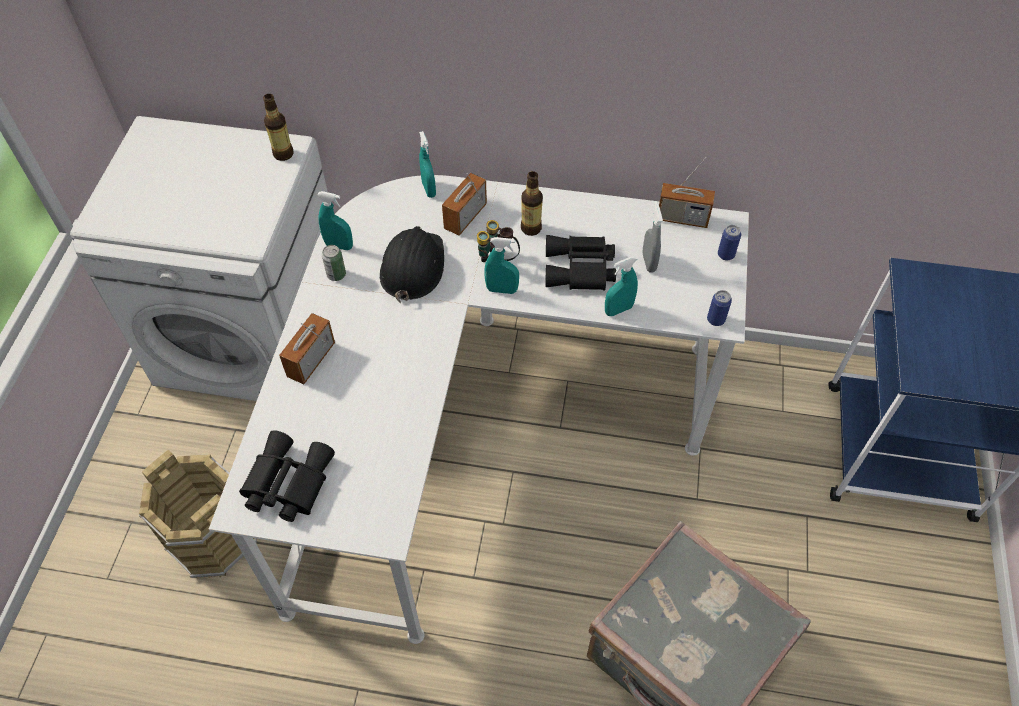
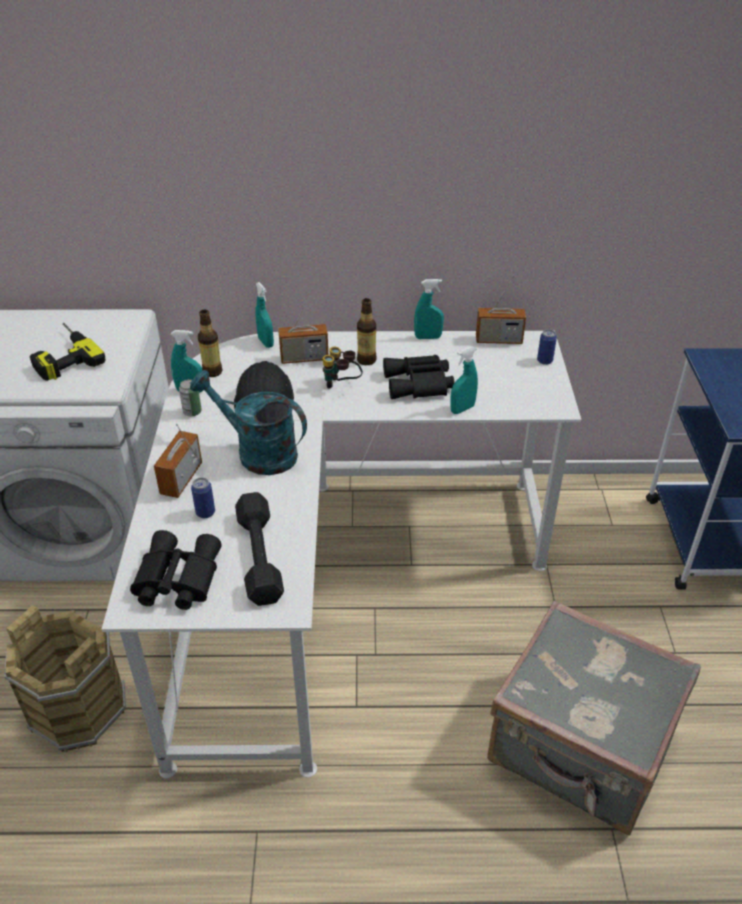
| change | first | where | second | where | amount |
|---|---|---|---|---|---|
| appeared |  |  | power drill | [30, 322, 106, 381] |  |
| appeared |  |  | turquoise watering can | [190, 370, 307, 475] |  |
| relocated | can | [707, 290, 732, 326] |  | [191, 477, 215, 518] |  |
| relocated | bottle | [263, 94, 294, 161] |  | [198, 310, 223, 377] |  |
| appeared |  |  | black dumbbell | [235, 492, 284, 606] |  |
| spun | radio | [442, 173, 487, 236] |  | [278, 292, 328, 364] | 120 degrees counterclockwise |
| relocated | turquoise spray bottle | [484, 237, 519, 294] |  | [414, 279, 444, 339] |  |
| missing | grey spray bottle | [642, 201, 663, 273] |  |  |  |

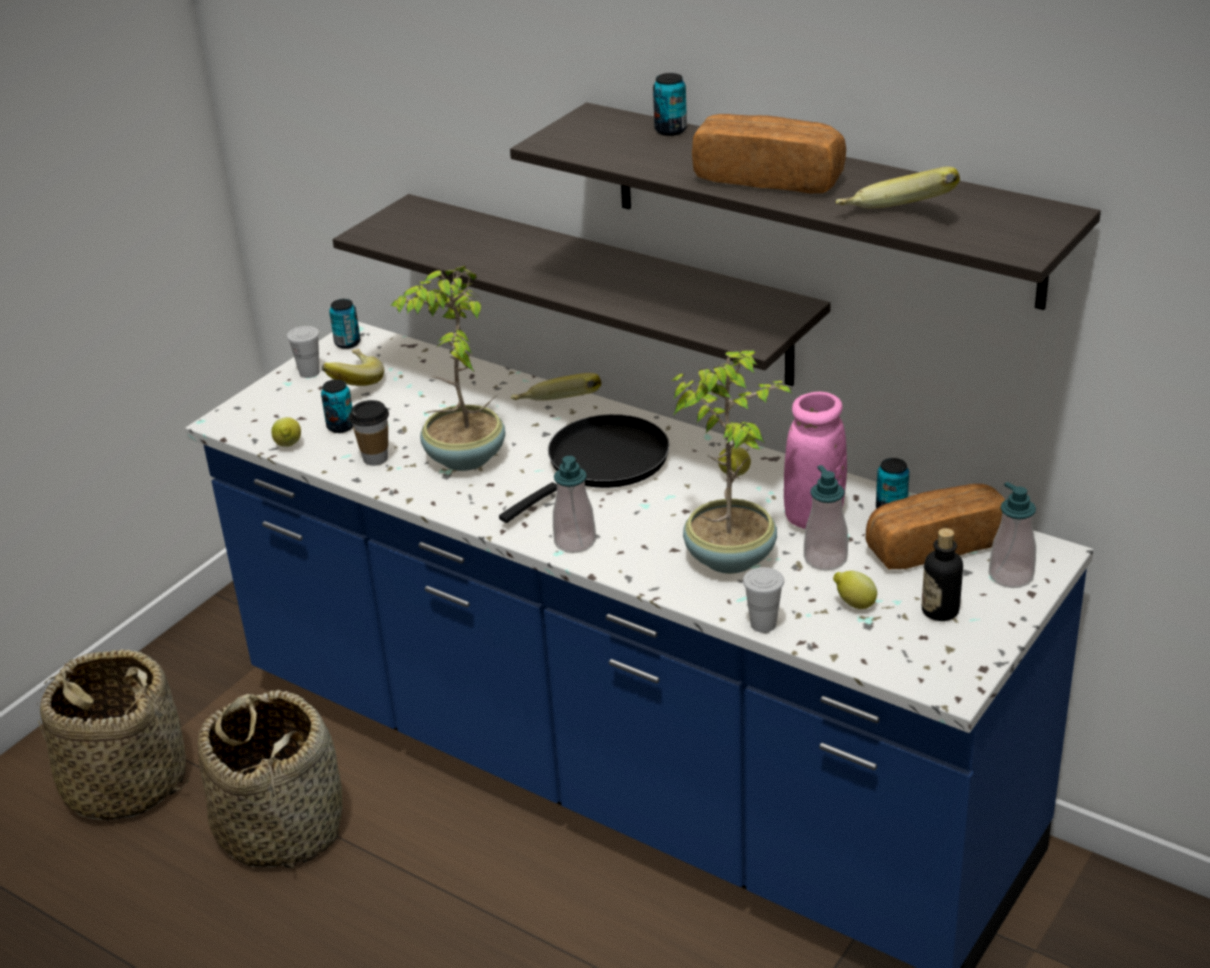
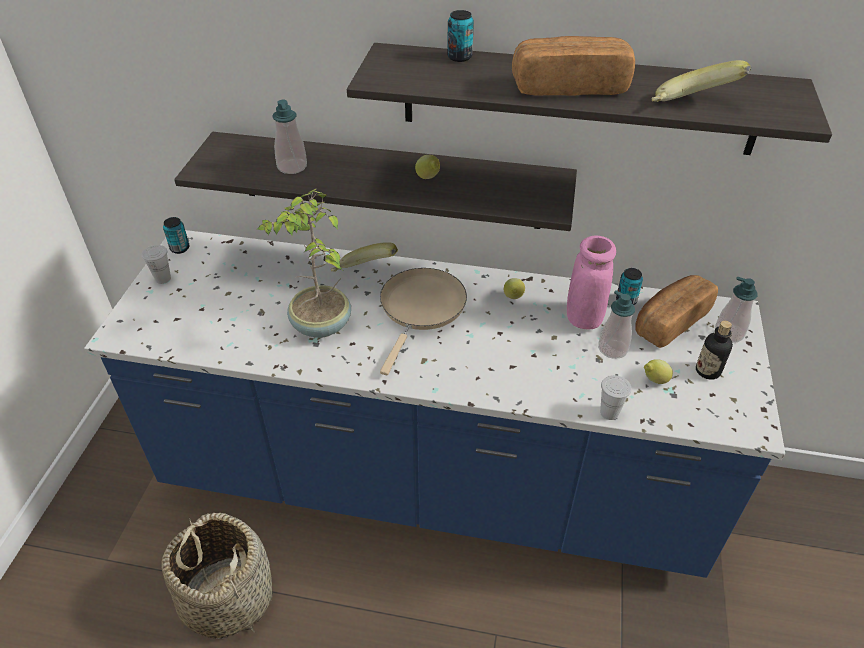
| change | first | where | second | where | amount |
|---|---|---|---|---|---|
| relocated | soap dispenser | [553, 456, 596, 553] |  | [272, 100, 307, 174] |  |
| colour | black frying pan | [499, 414, 670, 523] | beige frying pan | [380, 268, 467, 375] |  |
| relocated | lemon | [271, 417, 301, 447] |  | [415, 155, 440, 179] |  |
| missing | basket | [37, 649, 189, 821] |  |  |  |
| missing | banana | [321, 349, 384, 386] |  |  |  |
| missing | can | [321, 379, 353, 433] |  |  |  |
| missing | cup | [349, 400, 389, 466] |  |  |  |
| missing | potted plant | [670, 350, 795, 574] |  |  |  |

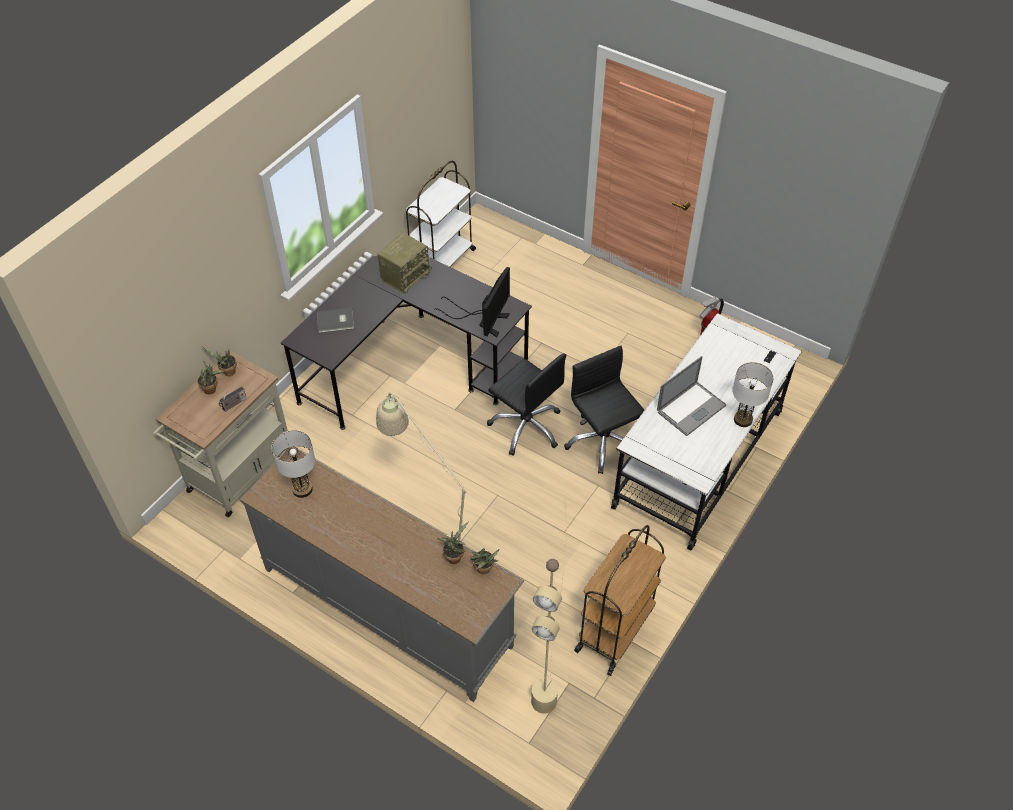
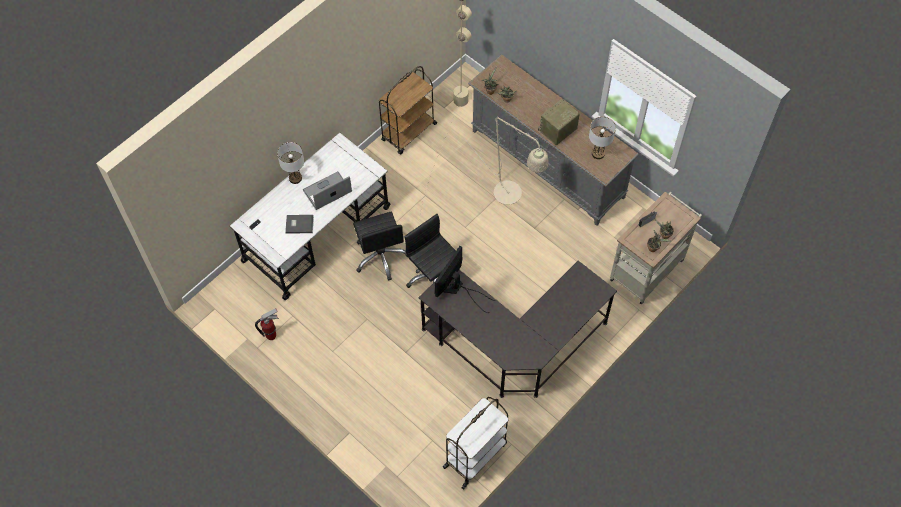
| change | first | where | second | where | amount |
|---|---|---|---|---|---|
| relocated | grey book | [317, 307, 354, 333] |  | [285, 215, 314, 233] |  |
| relocated | radio | [378, 233, 432, 294] |  | [538, 99, 580, 146] |  |

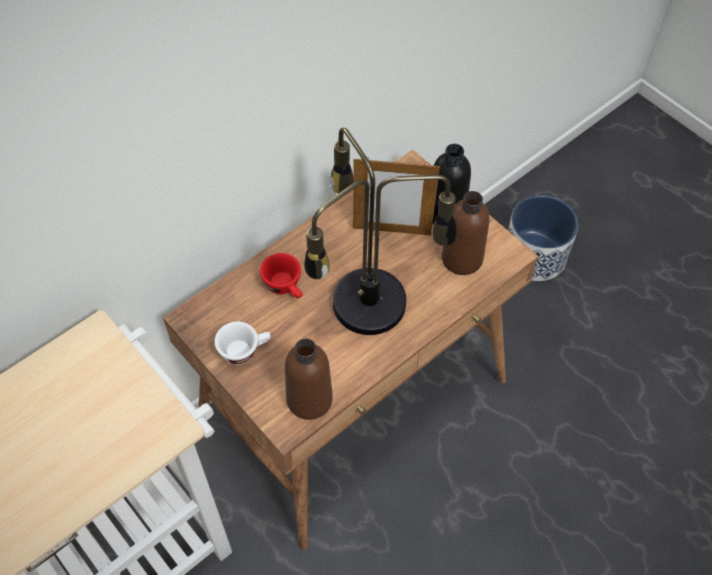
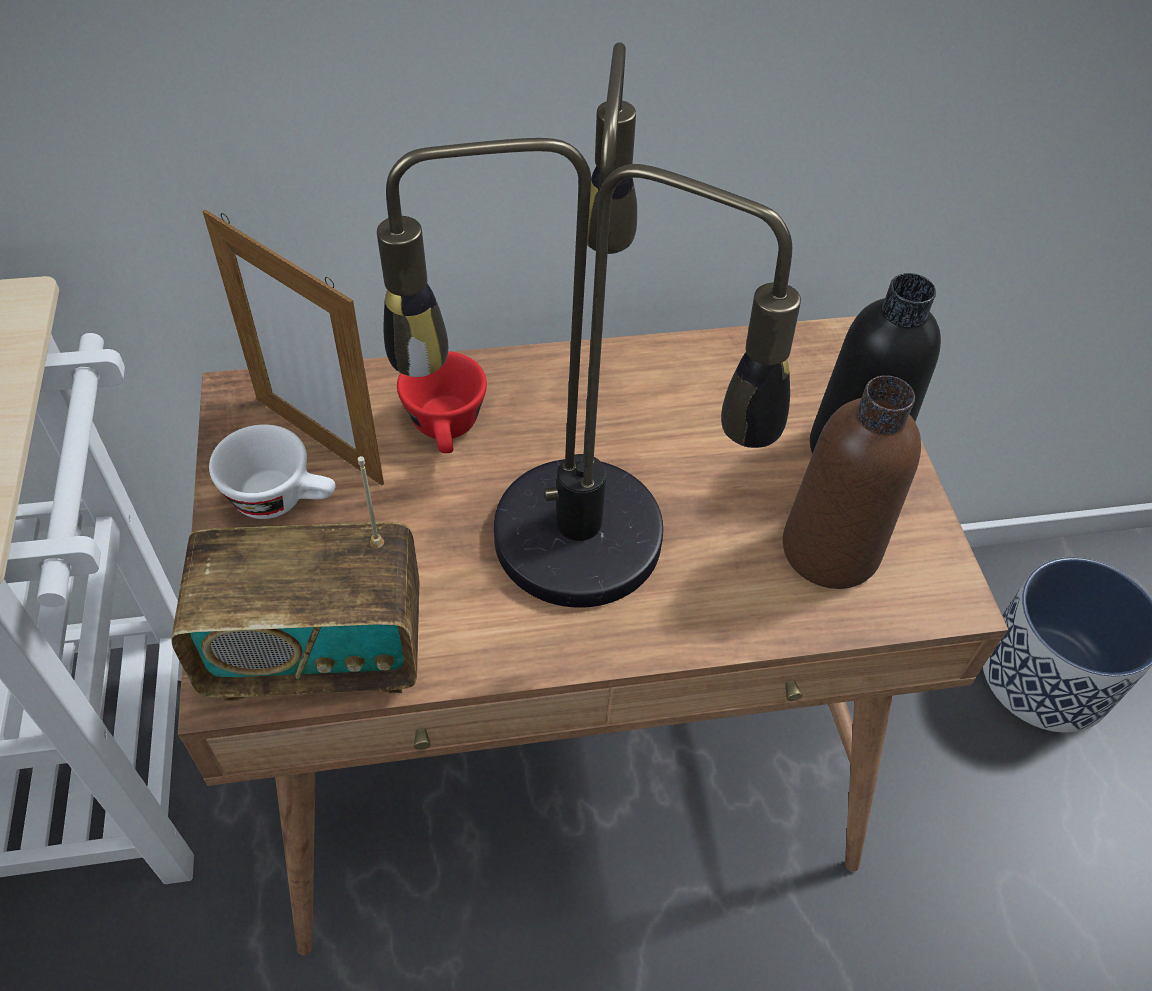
| change | first | where | second | where | amount |
|---|---|---|---|---|---|
| exchanged | brown bottle | [285, 339, 333, 420] | radio | [171, 456, 419, 701] |  |
| relocated | picture frame | [353, 157, 440, 235] |  | [203, 210, 384, 485] |  |

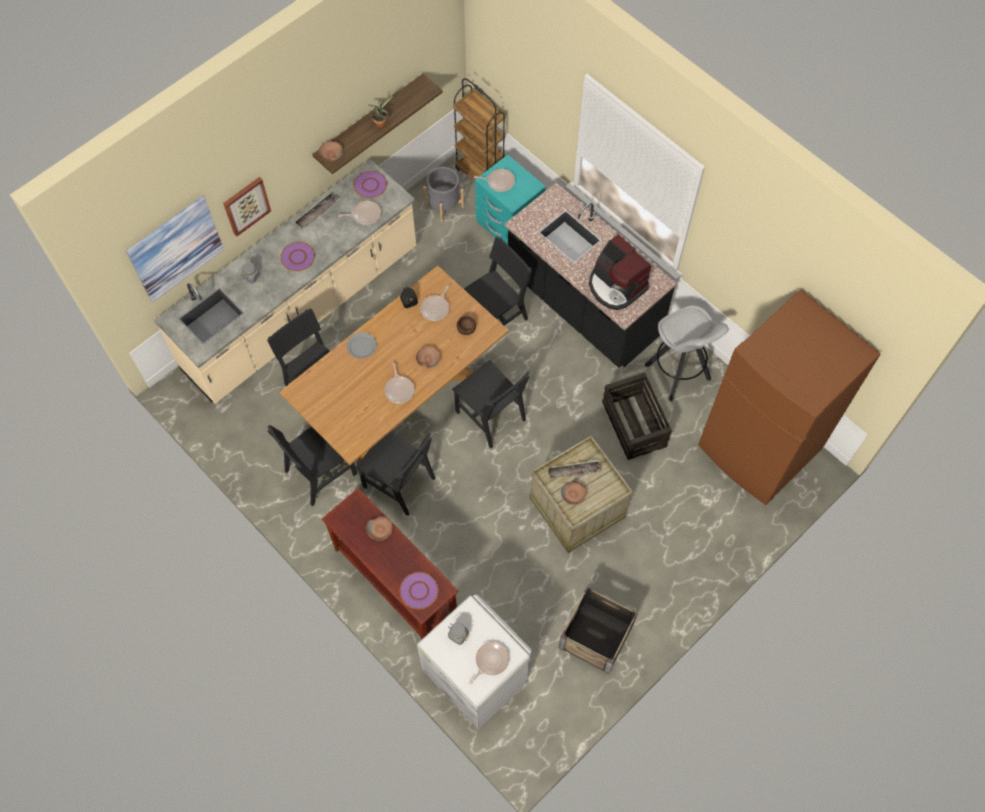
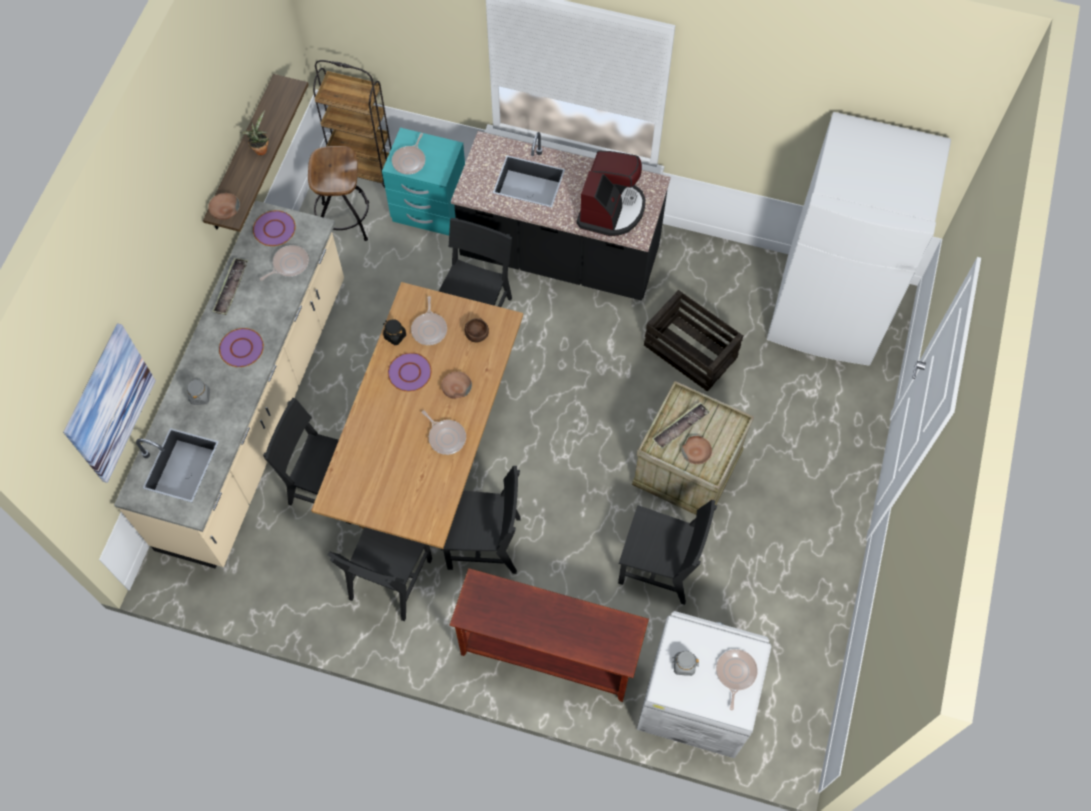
| change | first | where | second | where | amount |
|---|---|---|---|---|---|
| exchanged | grey planter | [423, 167, 464, 222] | brown stool | [308, 146, 369, 241] |  |
| relocated | purple plate | [400, 572, 438, 609] |  | [388, 352, 432, 392] |  |
| spun | frying pan | [474, 169, 515, 192] |  | [392, 133, 425, 175] | 135 degrees clockwise |
| spun | coffee machine | [589, 234, 651, 310] |  | [577, 151, 645, 236] | 90 degrees counterclockwise |
| relocated | black chair | [452, 359, 530, 448] |  | [618, 500, 717, 605] |  |
| colour | brown fridge | [698, 290, 880, 505] | white fridge | [767, 112, 951, 366] |  |
| missing | picture | [223, 177, 271, 237] |  |  |  |
| missing | grey plate | [347, 332, 377, 359] |  |  |  |
| missing | brown bowl | [366, 516, 393, 541] |  |  |  |
| missing | crate | [559, 587, 638, 674] |  |  |  |
| missing | grey stool | [645, 305, 729, 401] |  |  |  |

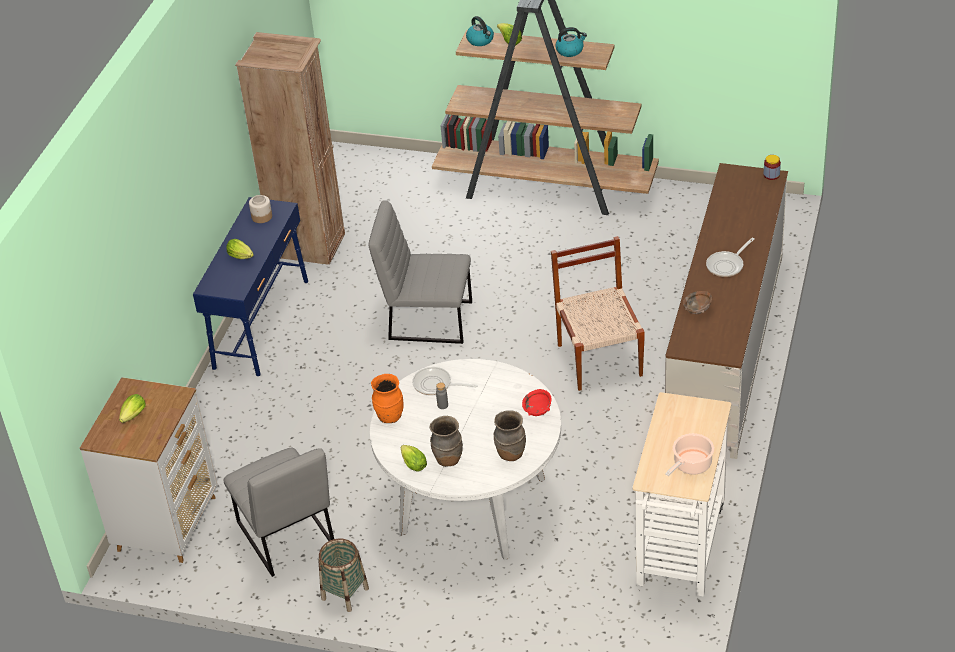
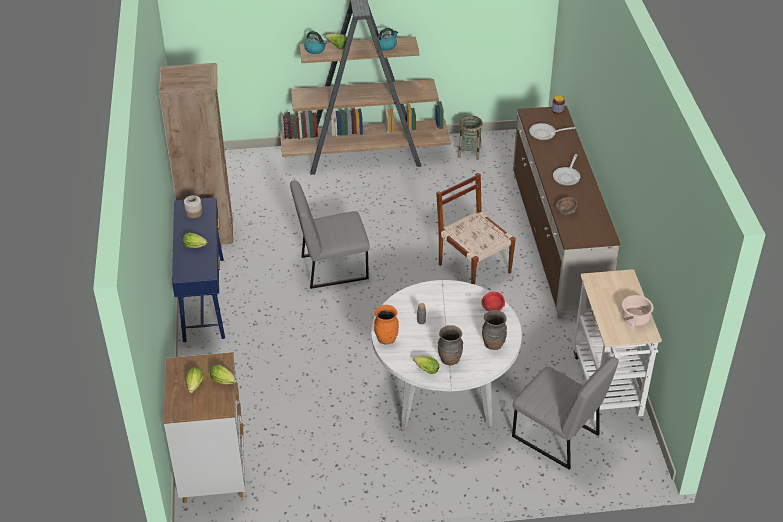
| change | first | where | second | where | amount |
|---|---|---|---|---|---|
| appeared |  |  | lettuce | [210, 364, 236, 384] |  |
| relocated | basket | [318, 538, 369, 612] |  | [458, 115, 483, 160] |  |
| relocated | grey chair | [224, 448, 334, 577] |  | [512, 357, 619, 470] |  |
| relocated | frying pan | [412, 367, 478, 395] |  | [529, 123, 575, 140] |  |

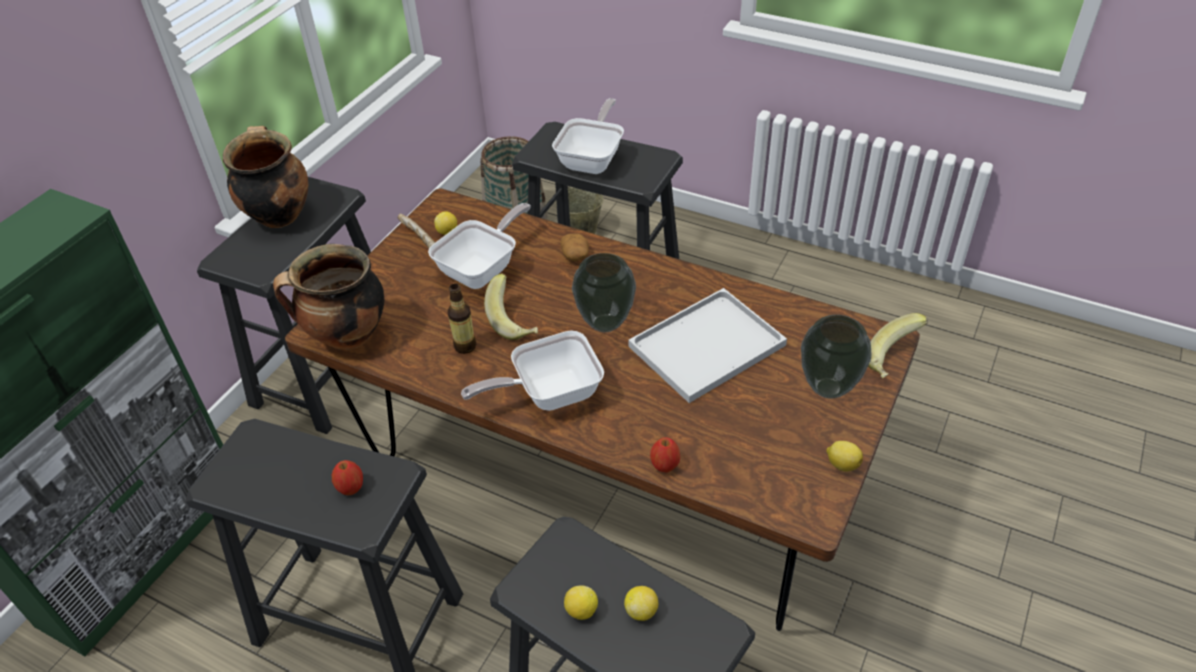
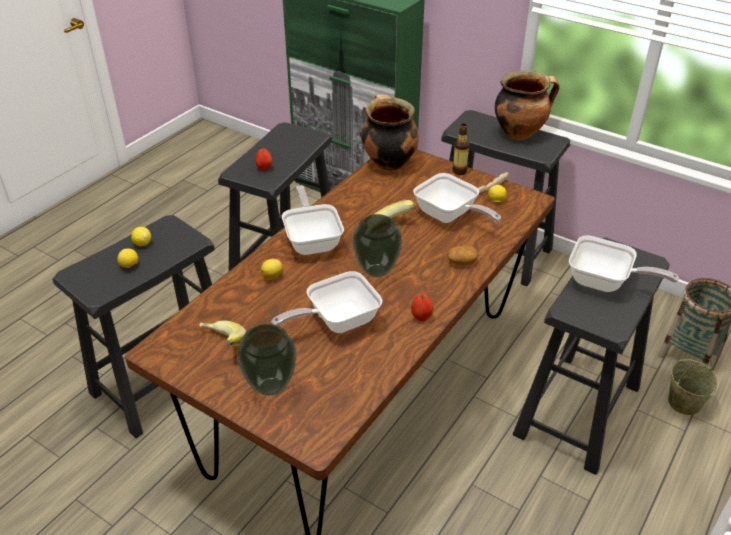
| change | first | where | second | where | amount |
|---|---|---|---|---|---|
| relocated | banana | [868, 313, 928, 378] |  | [199, 321, 246, 346] |  |
| relocated | lemon | [826, 441, 863, 472] |  | [261, 259, 283, 280] |  |
| exchanged | white tray | [628, 288, 787, 403] | frying pan | [272, 271, 382, 333] |  |
| relocated | apple | [650, 437, 680, 472] |  | [411, 294, 434, 321] |  |
| relocated | bottle | [447, 284, 476, 354] |  | [452, 124, 470, 175] |  |

